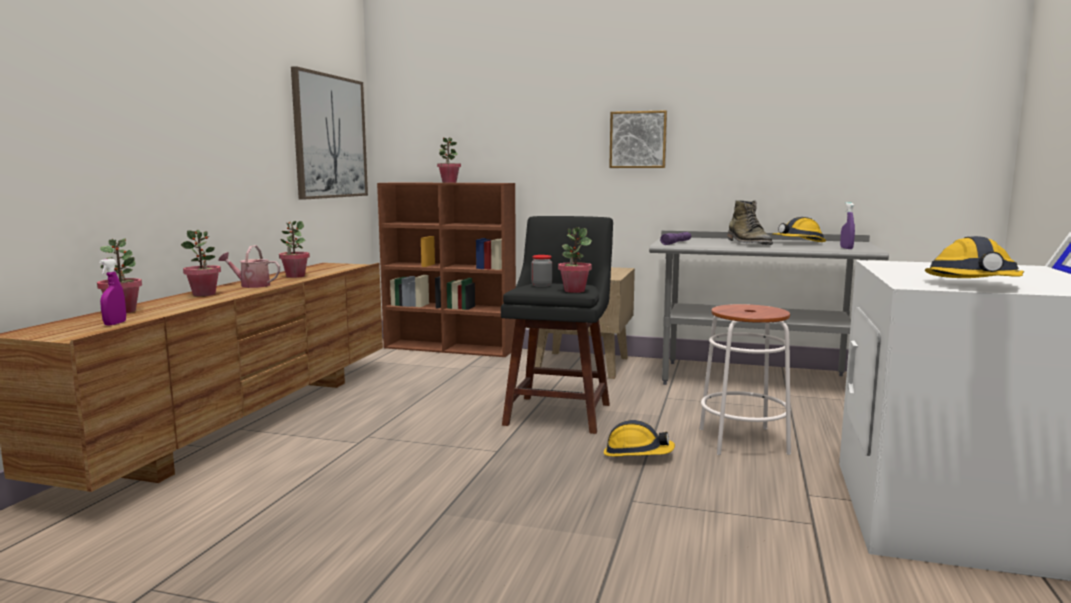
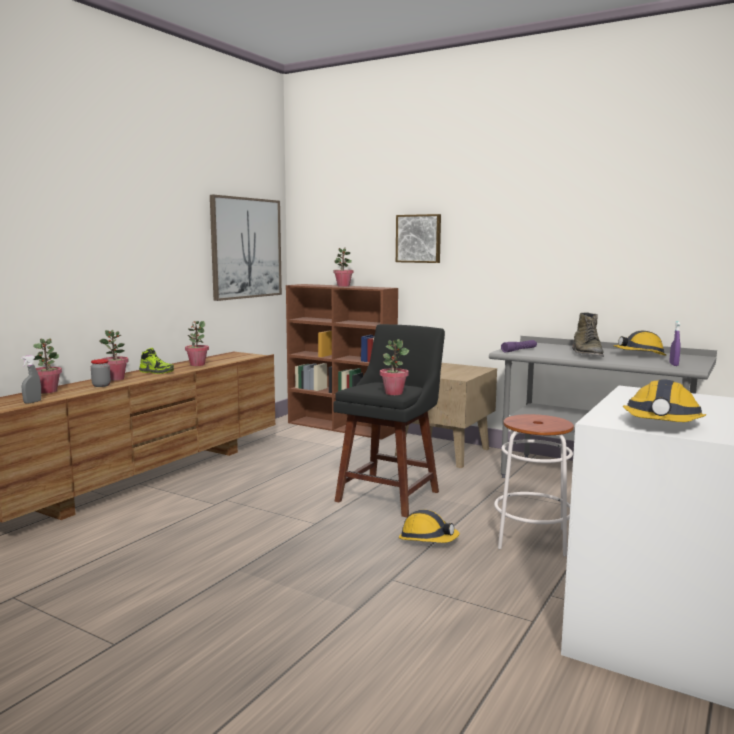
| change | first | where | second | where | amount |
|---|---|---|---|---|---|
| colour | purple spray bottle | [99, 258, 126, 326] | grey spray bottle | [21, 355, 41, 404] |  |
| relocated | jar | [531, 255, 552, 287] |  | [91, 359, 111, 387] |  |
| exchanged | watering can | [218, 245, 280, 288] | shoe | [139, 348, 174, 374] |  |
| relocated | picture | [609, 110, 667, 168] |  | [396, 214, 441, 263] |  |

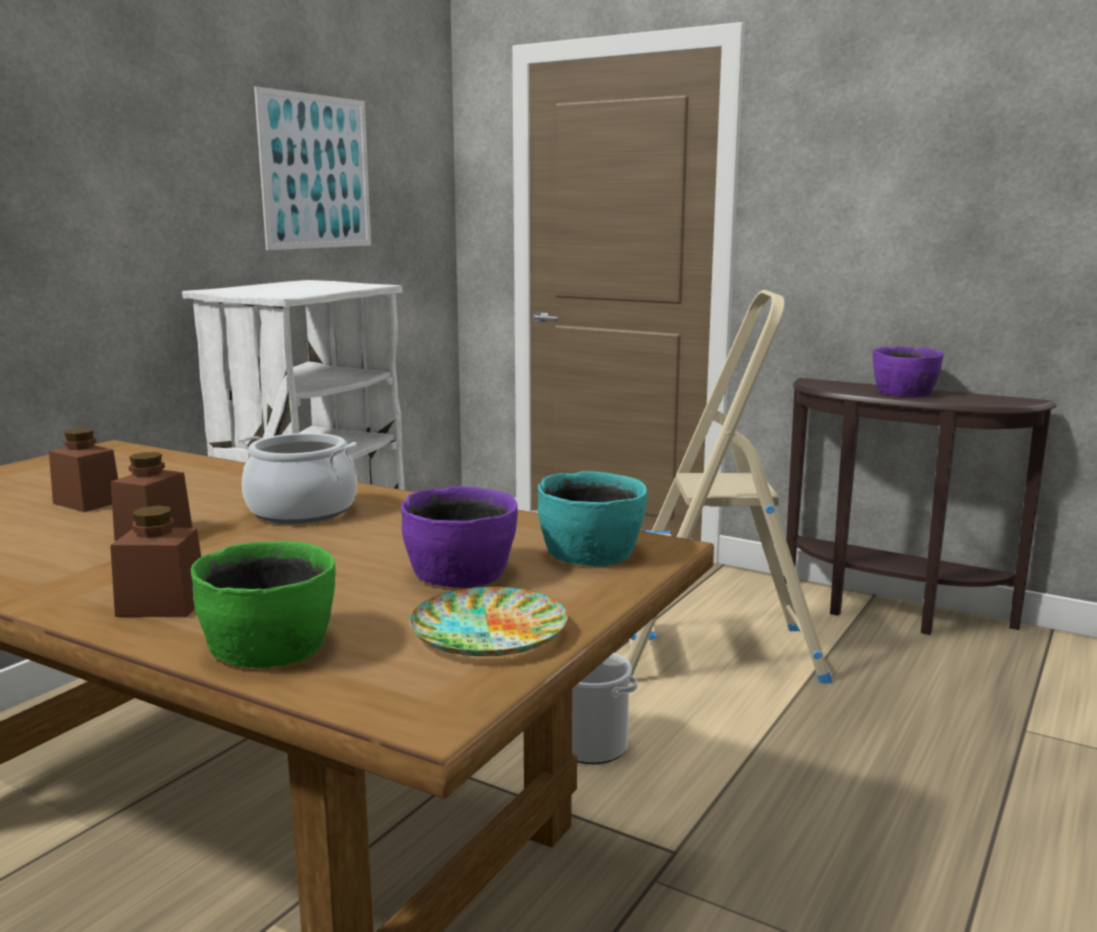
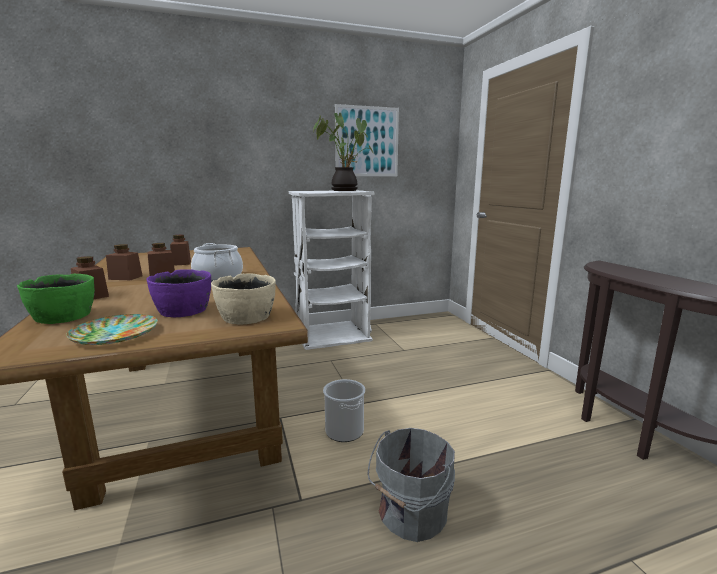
| change | first | where | second | where | amount |
|---|---|---|---|---|---|
| appeared |  |  | brown jar | [106, 244, 143, 280] |  |
| colour | turquoise bowl | [538, 471, 647, 566] | beige bowl | [211, 273, 276, 325] |  |
| appeared |  |  | potted plant | [313, 113, 373, 191] |  |
| appeared |  |  | grey bucket | [368, 428, 455, 542] |  |
| missing | beige step ladder | [626, 290, 832, 684] |  |  |  |
| missing | purple bowl | [873, 346, 944, 397] |  |  |  |

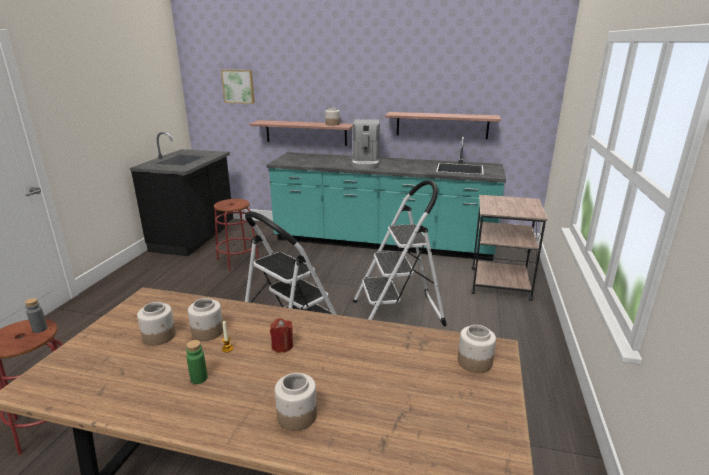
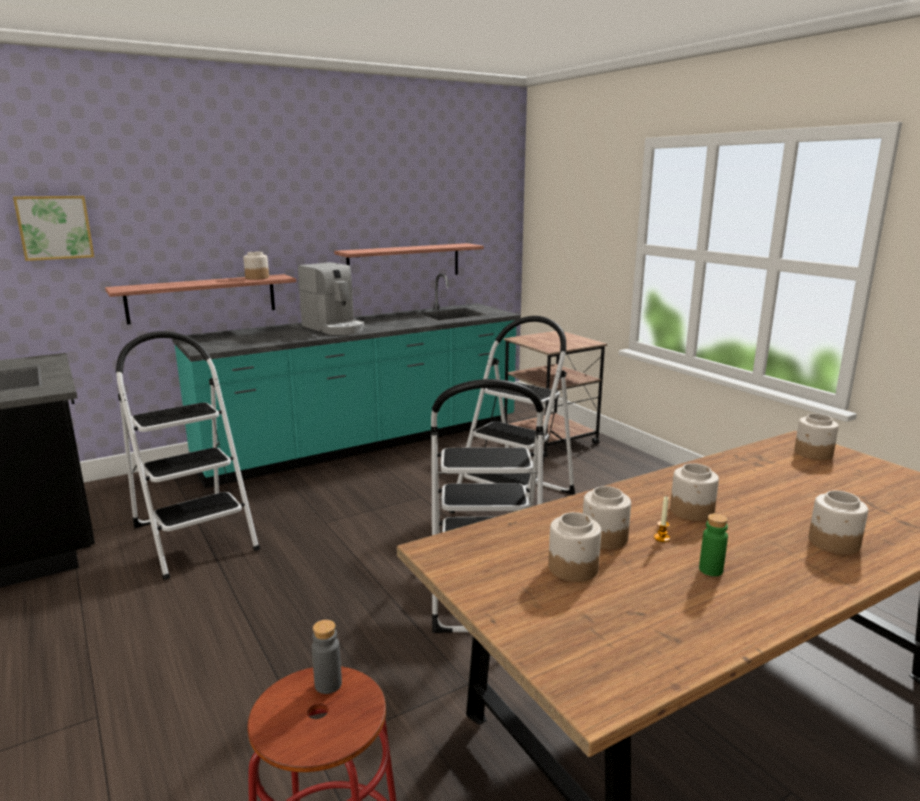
| change | first | where | second | where | amount |
|---|---|---|---|---|---|
| exchanged | red stool | [214, 199, 259, 271] | step ladder | [116, 331, 260, 580] |  |
| exchanged | red candle | [270, 318, 293, 353] | jar | [670, 463, 719, 521] |  |

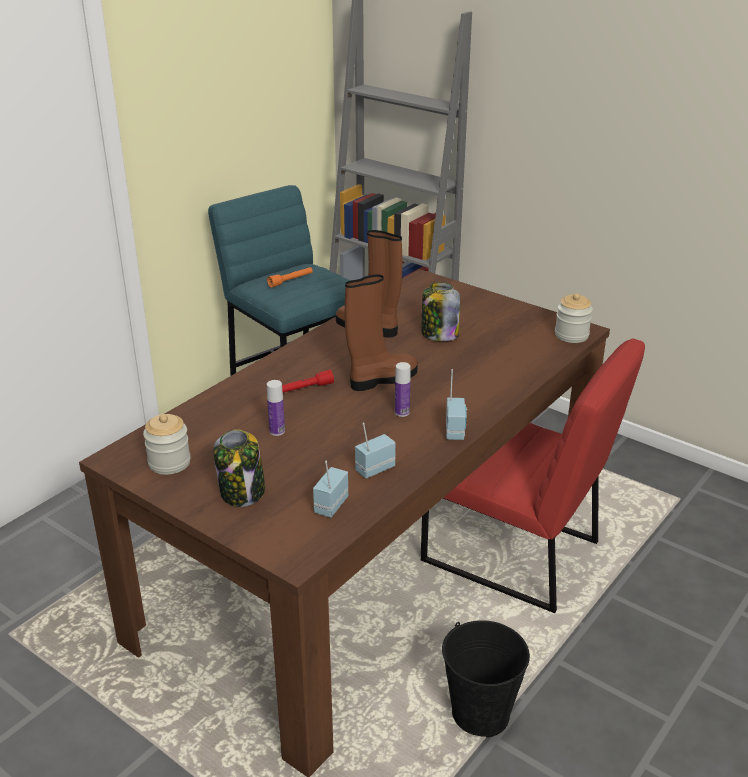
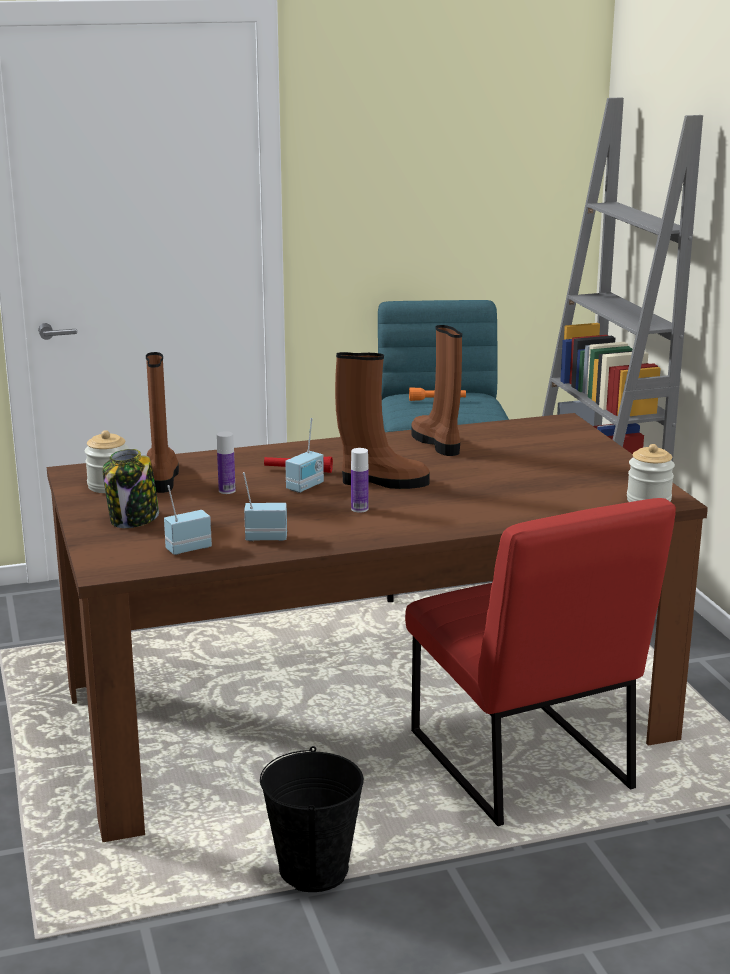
| change | first | where | second | where | amount |
|---|---|---|---|---|---|
| appeared |  |  | brown boot | [146, 352, 179, 493] |  |
| relocated | radio | [446, 369, 468, 440] |  | [285, 418, 324, 493] |  |
| missing | jar | [421, 282, 460, 341] |  |  |  |

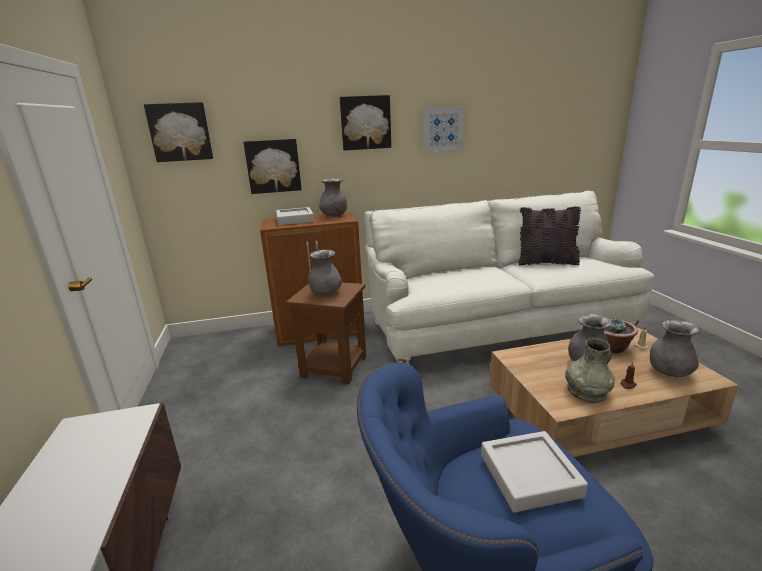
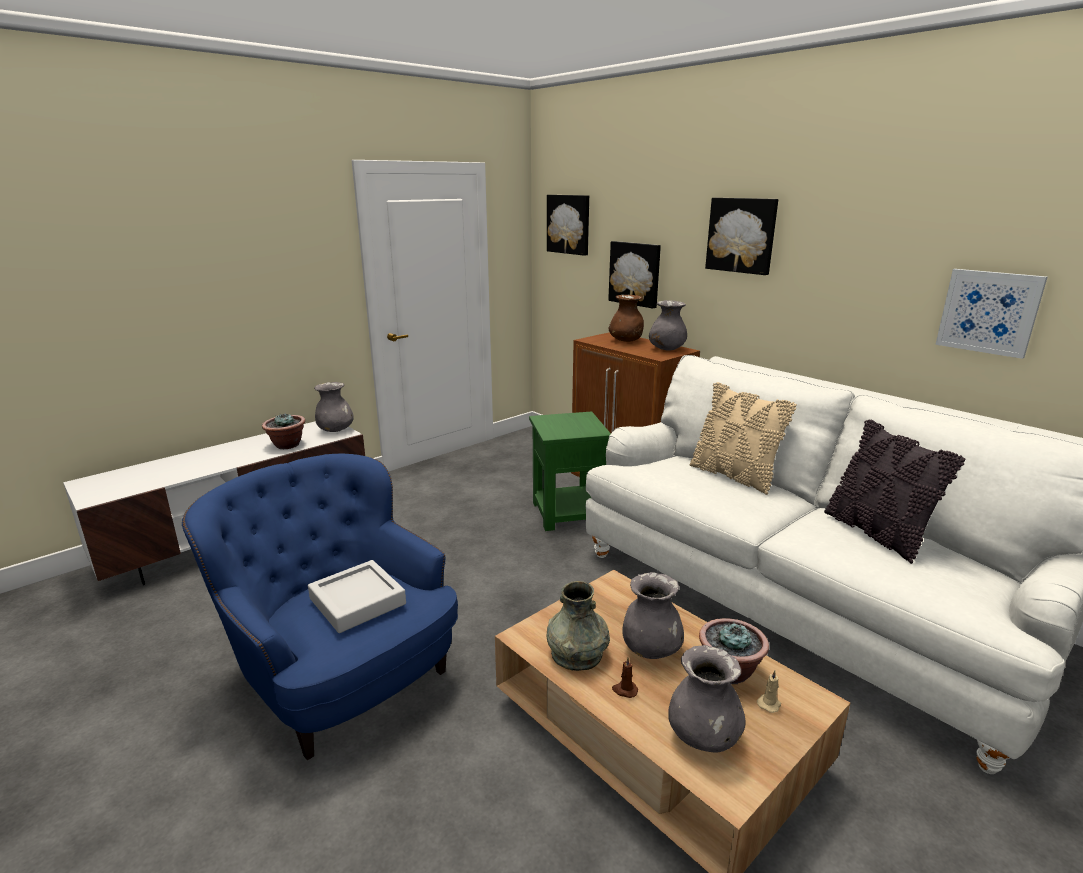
| change | first | where | second | where | amount |
|---|---|---|---|---|---|
| appeared |  |  | potted plant | [262, 414, 305, 449] |  |
| relocated | grey vase | [308, 250, 342, 295] |  | [314, 382, 354, 432] |  |
| colour | brown side table | [286, 282, 366, 384] | green side table | [529, 412, 611, 531] |  |
| exchanged | grey tray | [276, 207, 314, 225] | brown vase | [609, 295, 644, 342] |  |
| appeared |  |  | beige pillow | [690, 382, 797, 495] |  |
| relocated | picture | [424, 106, 465, 152] |  | [935, 269, 1047, 359] |  |

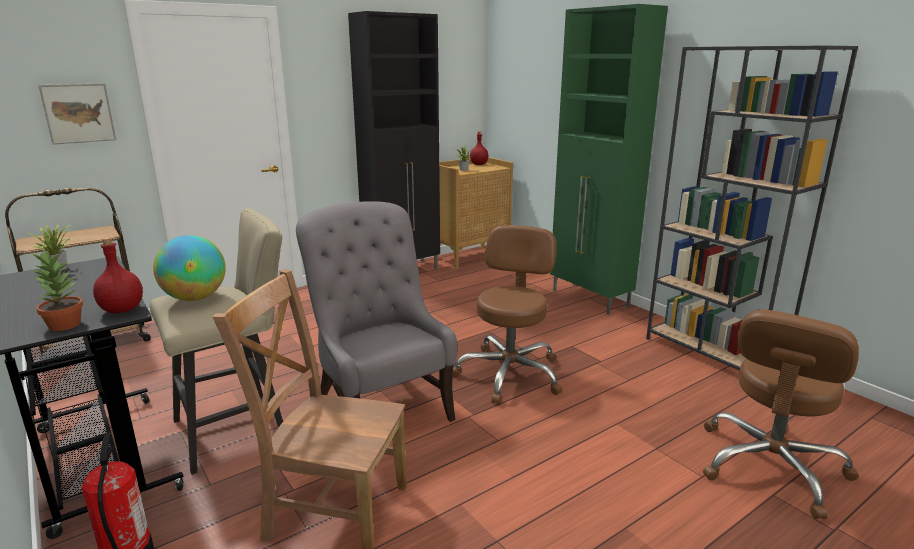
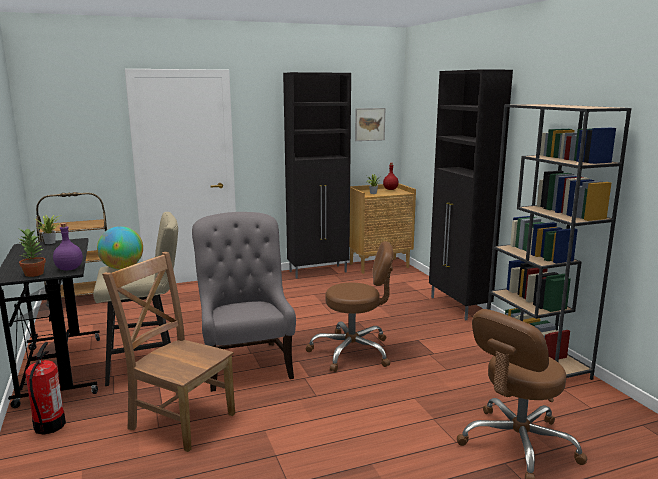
| change | first | where | second | where | amount |
|---|---|---|---|---|---|
| colour | red bottle | [93, 237, 143, 313] | purple bottle | [53, 223, 83, 270] |  |
| spun | brown office chair | [453, 225, 562, 404] |  | [306, 241, 394, 372] | 60 degrees clockwise |
| relocated | picture | [38, 83, 116, 145] |  | [355, 108, 385, 141] |  |
| colour | green cabinet | [550, 4, 668, 315] | black cabinet | [429, 69, 513, 320] |  |

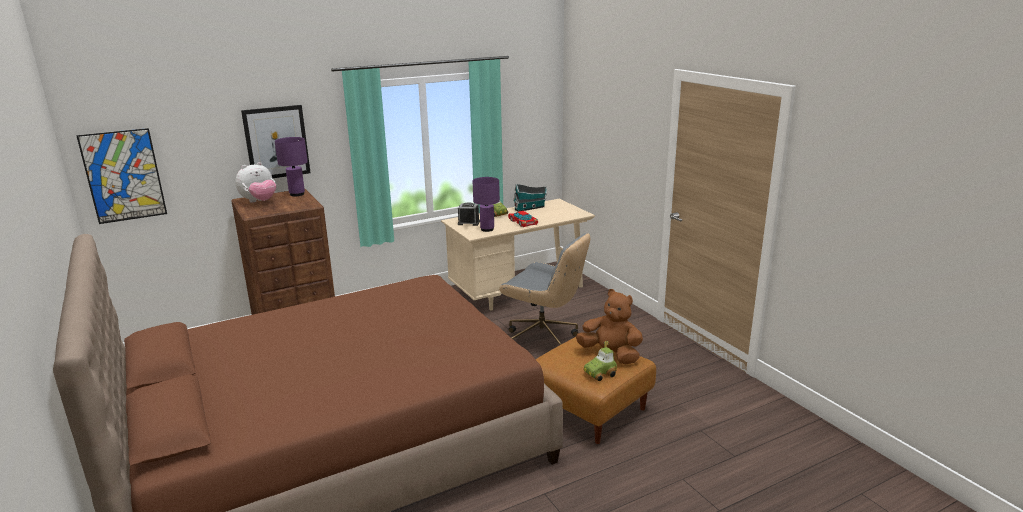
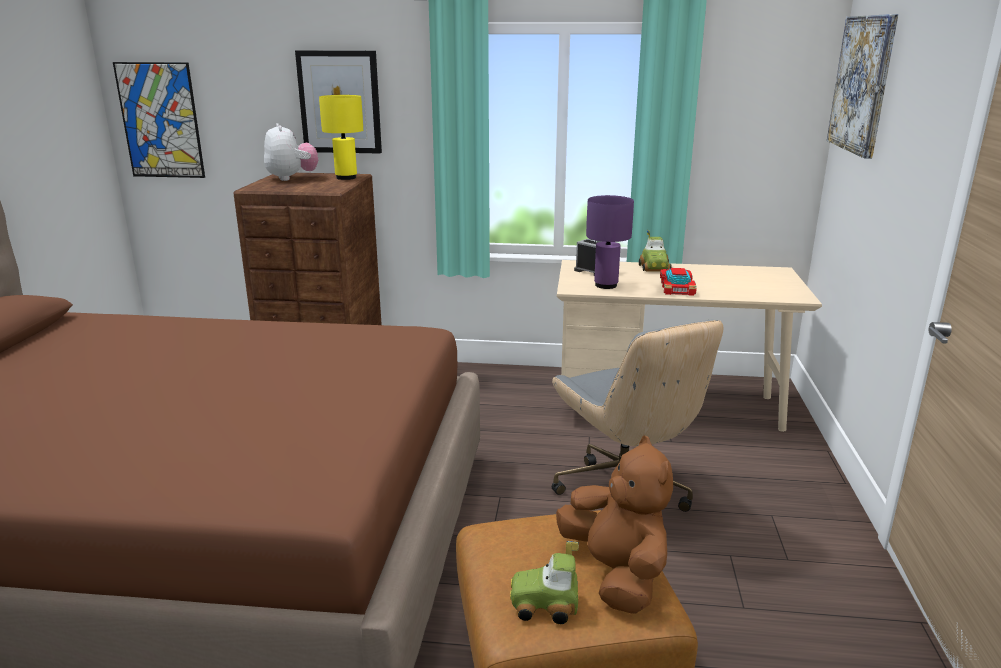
| change | first | where | second | where | amount |
|---|---|---|---|---|---|
| spun | plush toy | [235, 162, 276, 203] |  | [264, 123, 318, 181] | 105 degrees counterclockwise |
| colour | purple table lamp | [275, 137, 308, 196] | yellow table lamp | [319, 95, 363, 180] |  |
| appeared |  |  | picture | [827, 14, 898, 159] |  |
| missing | toy house | [513, 184, 547, 212] |  |  |  |

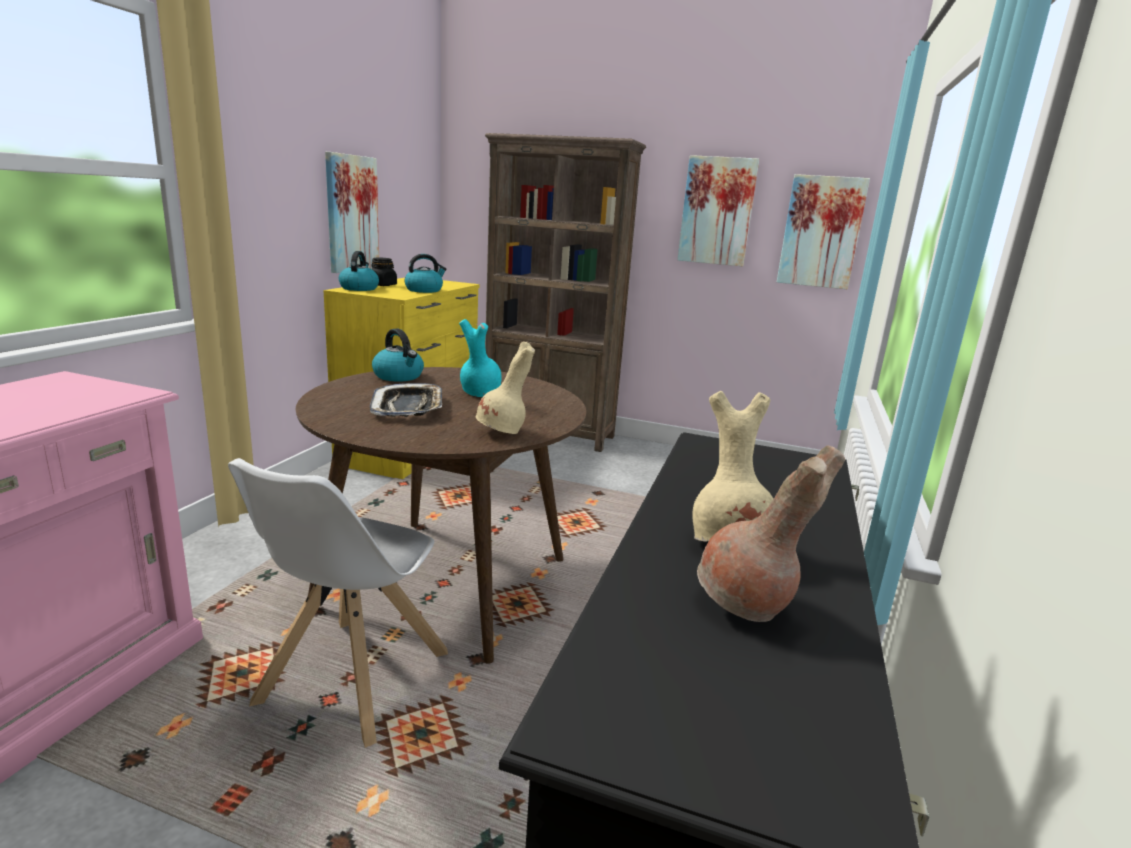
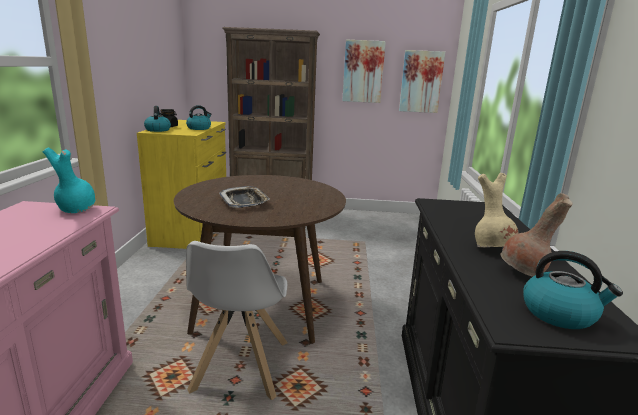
| change | first | where | second | where | amount |
|---|---|---|---|---|---|
| relocated | turquoise vase | [459, 319, 502, 397] |  | [43, 147, 96, 213] |  |
| relocated | kettle | [372, 328, 424, 382] |  | [523, 251, 623, 329] |  |
| missing | picture | [325, 152, 379, 273] |  |  |  |
| missing | beige vase | [476, 342, 535, 434] |  |  |  |

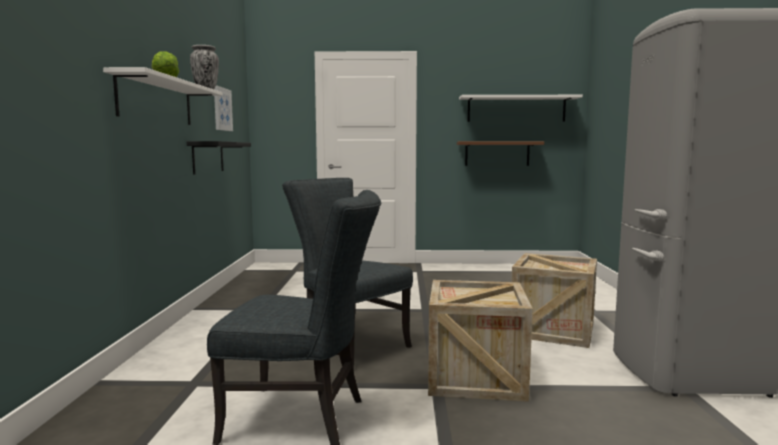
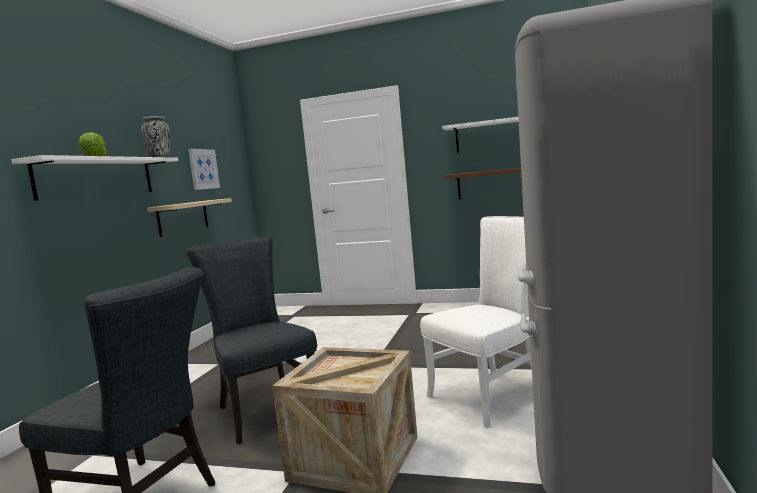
| change | first | where | second | where | amount |
|---|---|---|---|---|---|
| colour | black shelf | [187, 141, 251, 174] | beige shelf | [147, 198, 232, 237] |  |
| exchanged | crate | [512, 253, 597, 348] | white chair | [420, 216, 532, 428] |  |

